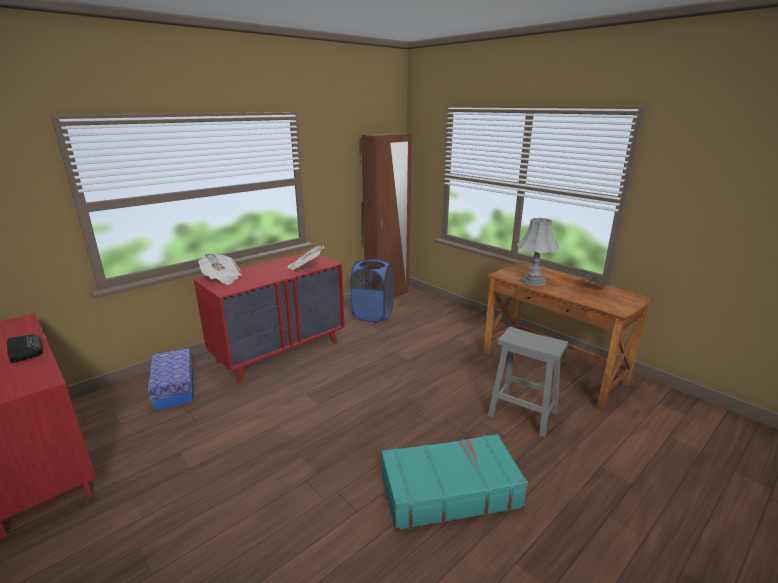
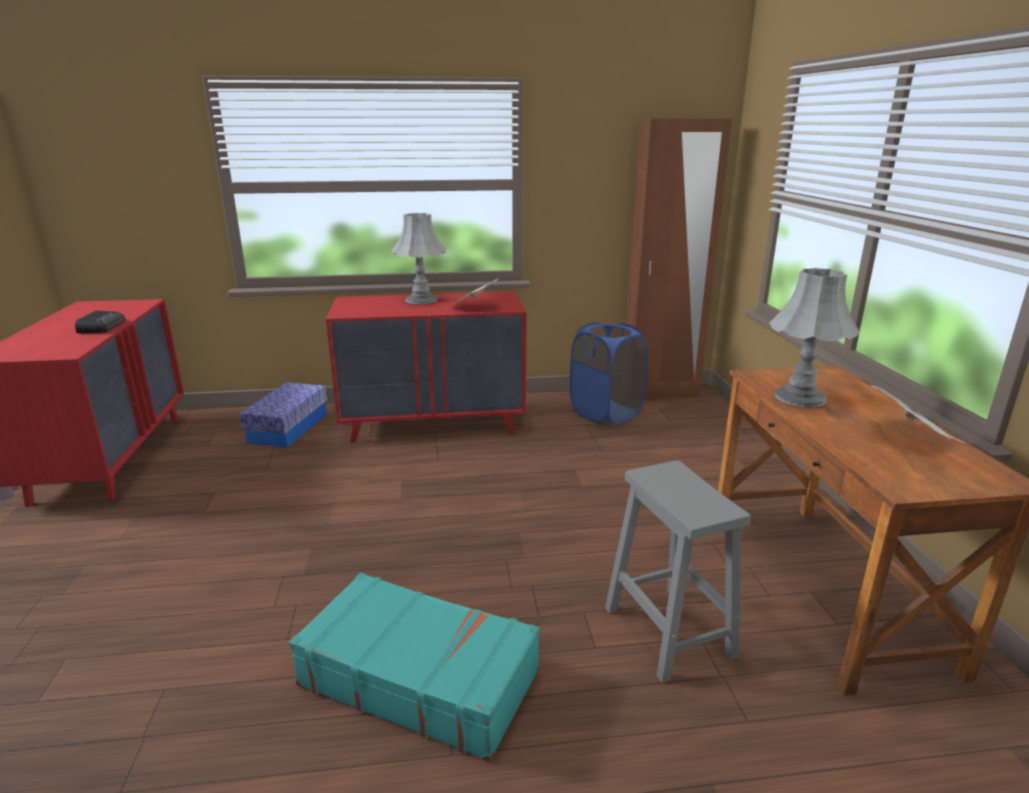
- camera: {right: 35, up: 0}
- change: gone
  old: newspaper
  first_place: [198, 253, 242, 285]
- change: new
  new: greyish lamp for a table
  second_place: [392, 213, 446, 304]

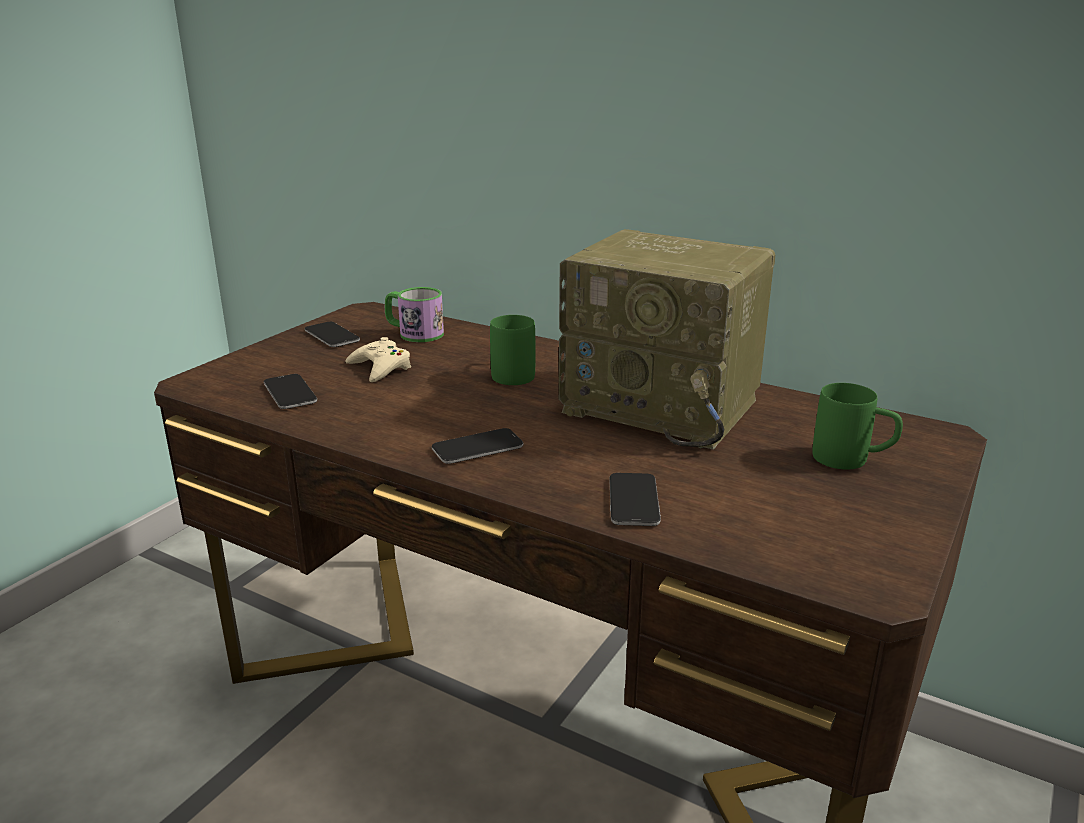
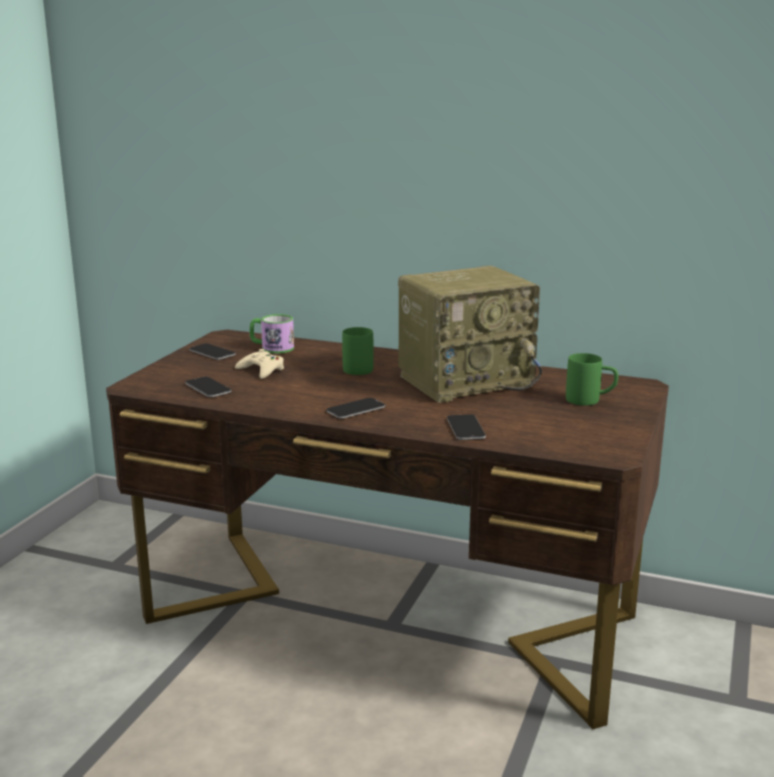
- camera: {right: -10, up: -5}
- change: rotated
  old: radio set
  first_place: [559, 229, 775, 450]
  second_place: [398, 266, 542, 403]
  degrees: -45

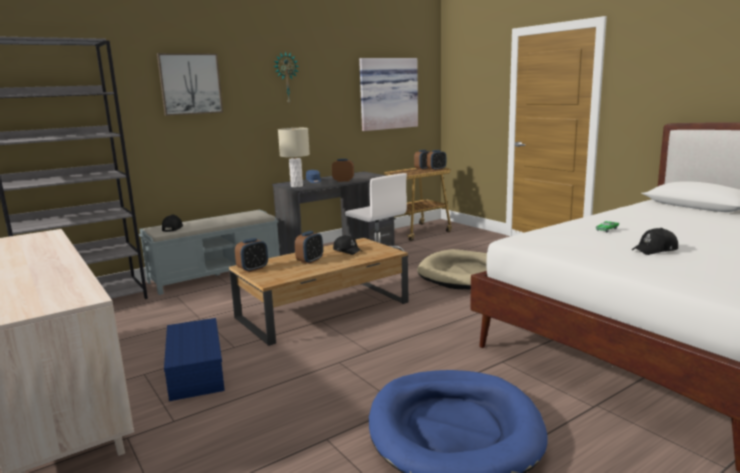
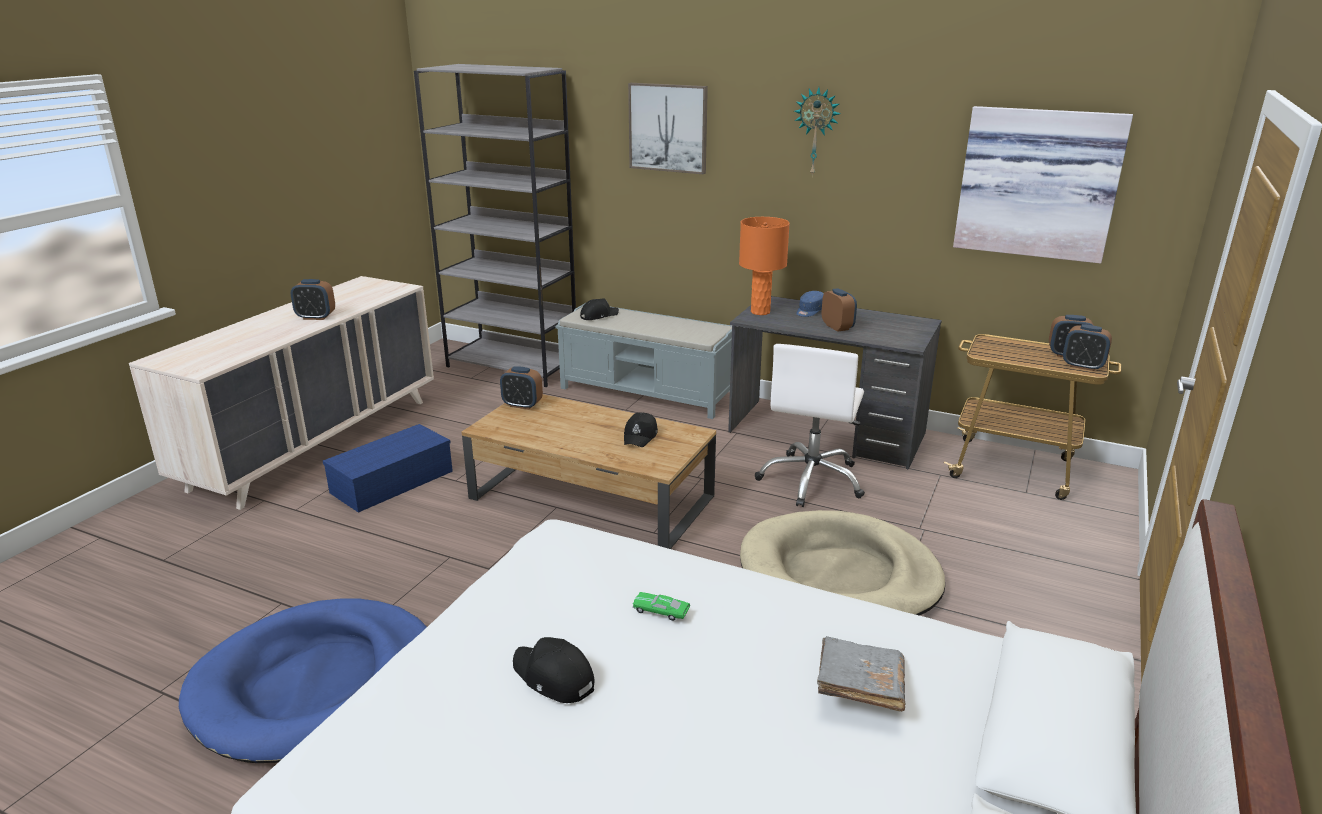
- camera: {right: 60, up: 10}
- change: repainted
  old: beige-coloured lamp for a table
  new: orangey lamp for a table
  first_place: [278, 128, 310, 187]
  second_place: [739, 217, 790, 315]
- change: shifted
  old: bedside clock
  first_place: [295, 231, 323, 264]
  second_place: [291, 279, 335, 320]
- change: new
  new: greyish volume
  second_place: [817, 636, 905, 712]

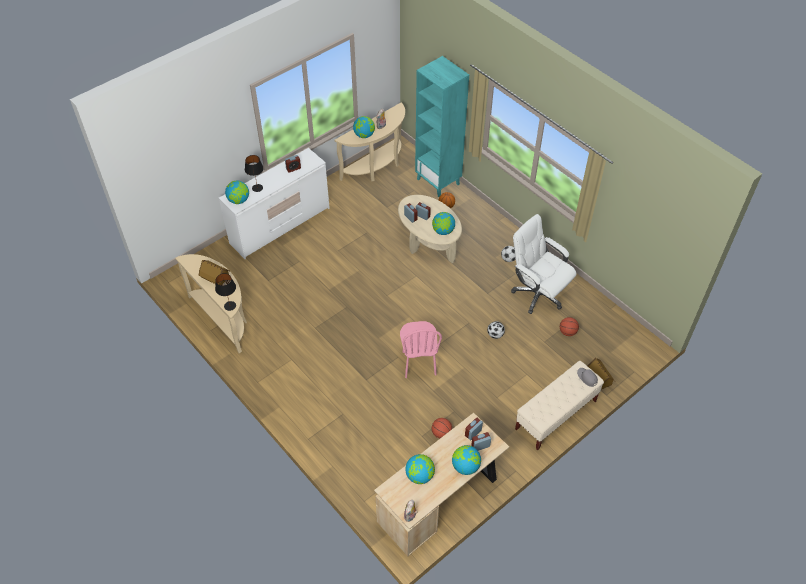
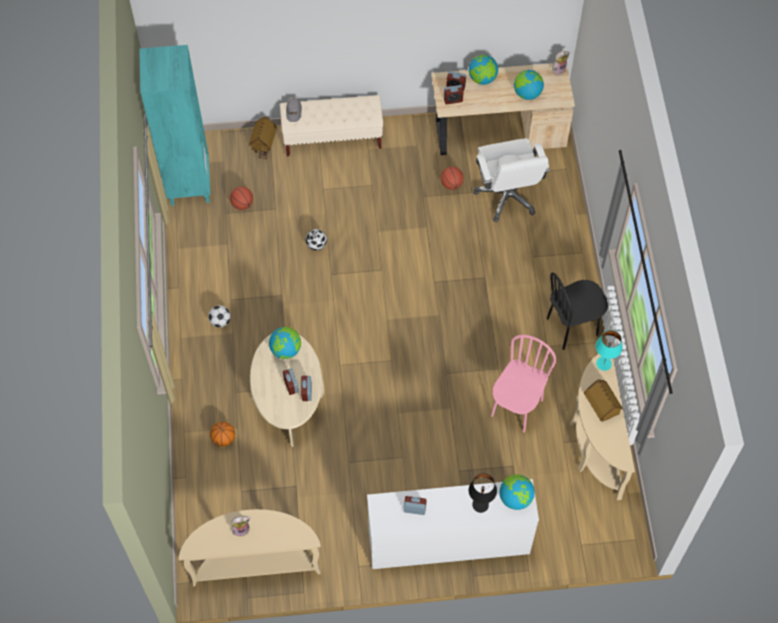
- camera: {right: -145, up: 10}
- change: shifted
  old: blue-green bookcase
  first_place: [415, 56, 469, 197]
  second_place: [139, 45, 211, 206]
- change: gone
  old: globe
  first_place: [353, 116, 375, 138]
- change: shifted
  old: whitish office chair
  first_place: [511, 214, 577, 314]
  second_place: [473, 138, 550, 222]
- change: repainted
  old: blackish lamp for a table
  new: blue-green lamp for a table
  first_place: [215, 273, 236, 311]
  second_place: [596, 330, 622, 371]
- change: shifted
  old: pink-coloured plain chair
  first_place: [400, 321, 442, 378]
  second_place: [491, 335, 556, 432]
- change: new
  new: blackish plain chair
  second_place: [547, 273, 608, 350]

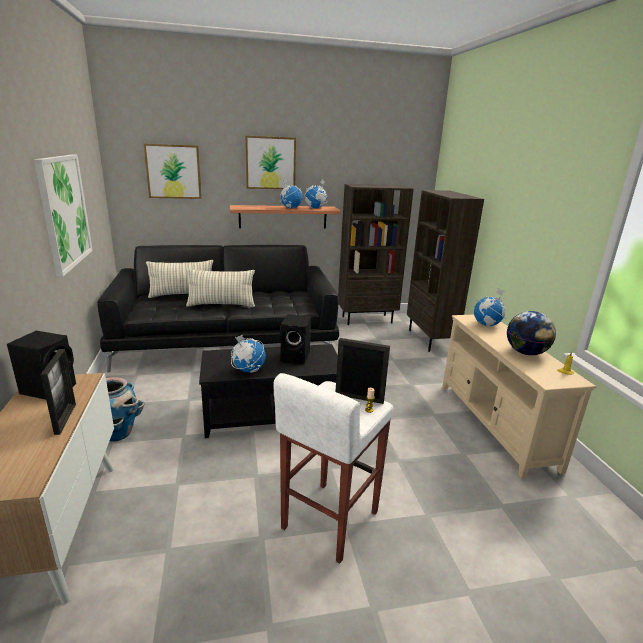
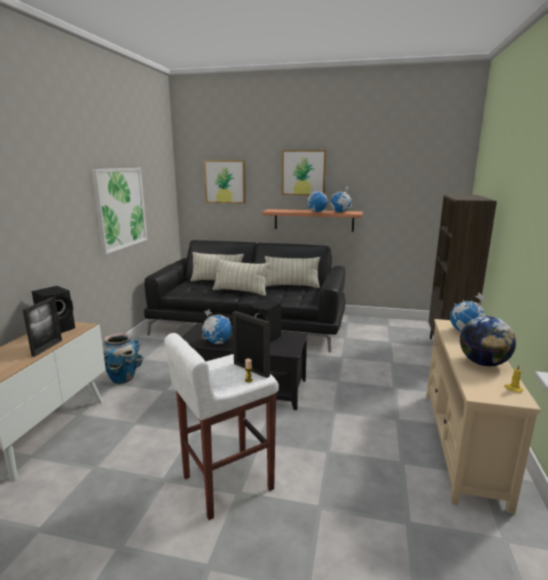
- camera: {right: 25, up: -5}
- change: gone
  old: brown-coloured bookcase
  first_place: [338, 184, 414, 325]
- change: new
  new: pillow
  second_place: [265, 256, 320, 288]

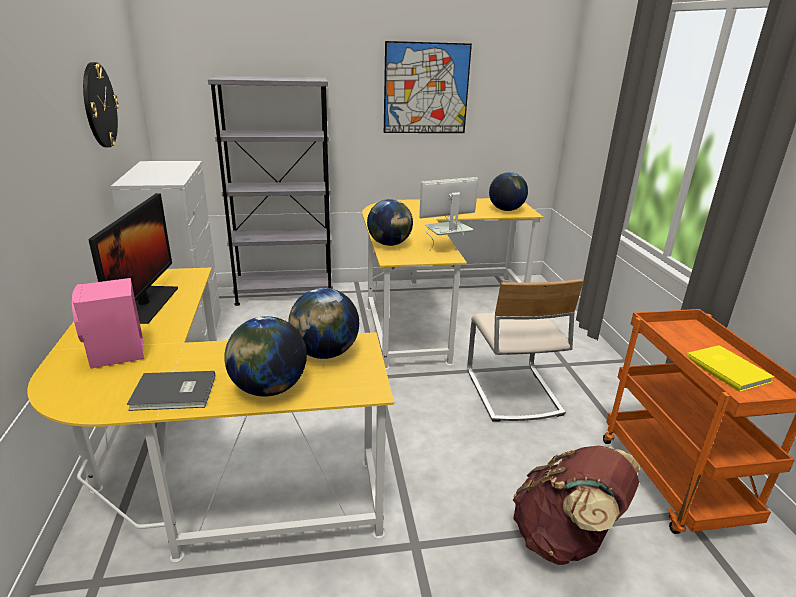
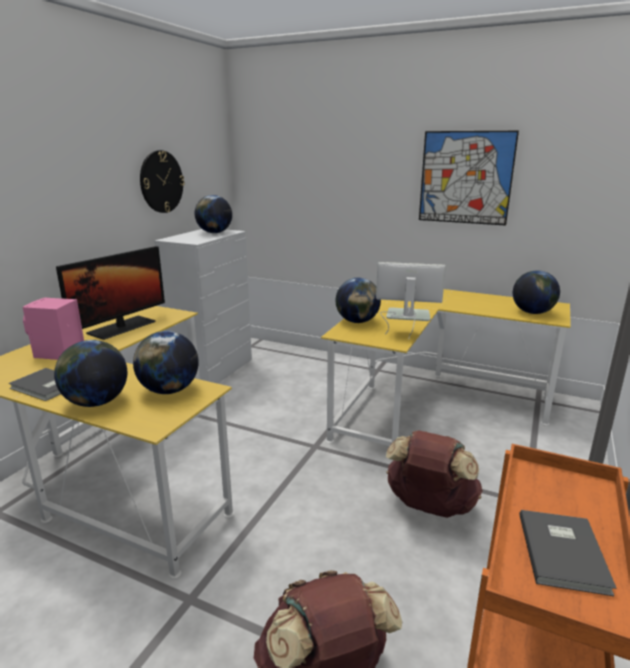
- camera: {right: 35, up: -5}
- change: gone
  old: greyish bookcase
  first_place: [208, 75, 333, 306]
- change: swapped
  old: beige-coloured plain chair
  new: brown-coloured backpack
  first_place: [468, 279, 584, 422]
  second_place: [386, 430, 483, 518]
- change: repainted
  old: yellow-coloured volume
  new: greyish volume
  first_place: [686, 345, 775, 392]
  second_place: [519, 510, 617, 596]
- change: new
  new: globe
  second_place: [195, 195, 232, 233]

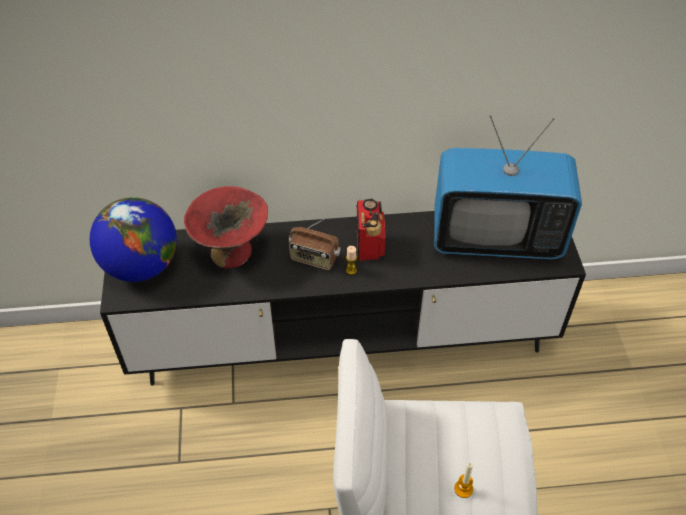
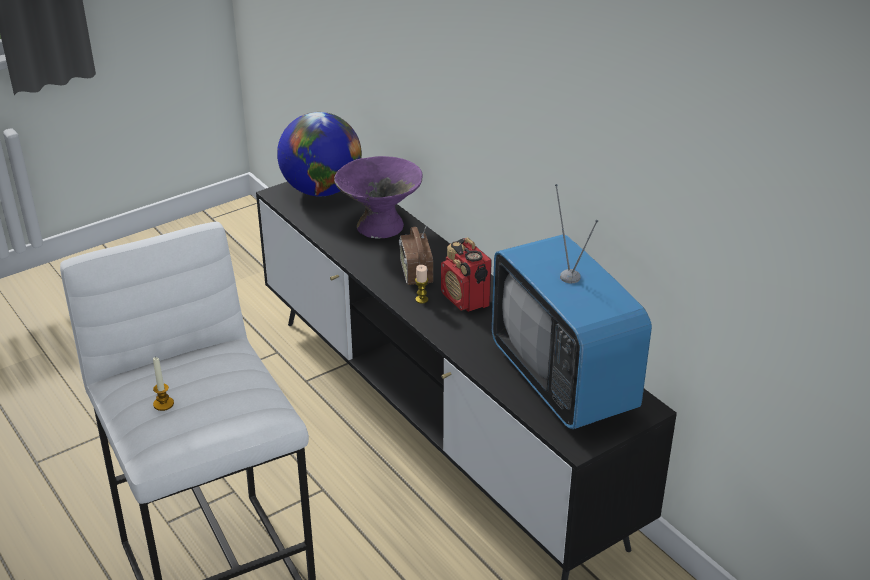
- camera: {right: 60, up: -15}
- change: repainted
  old: red deep dish
  new: purple deep dish
  first_place: [184, 186, 268, 269]
  second_place: [334, 156, 423, 238]
- change: rotated
  old: radio set
  first_place: [356, 199, 386, 261]
  second_place: [441, 238, 492, 312]
  degrees: 90

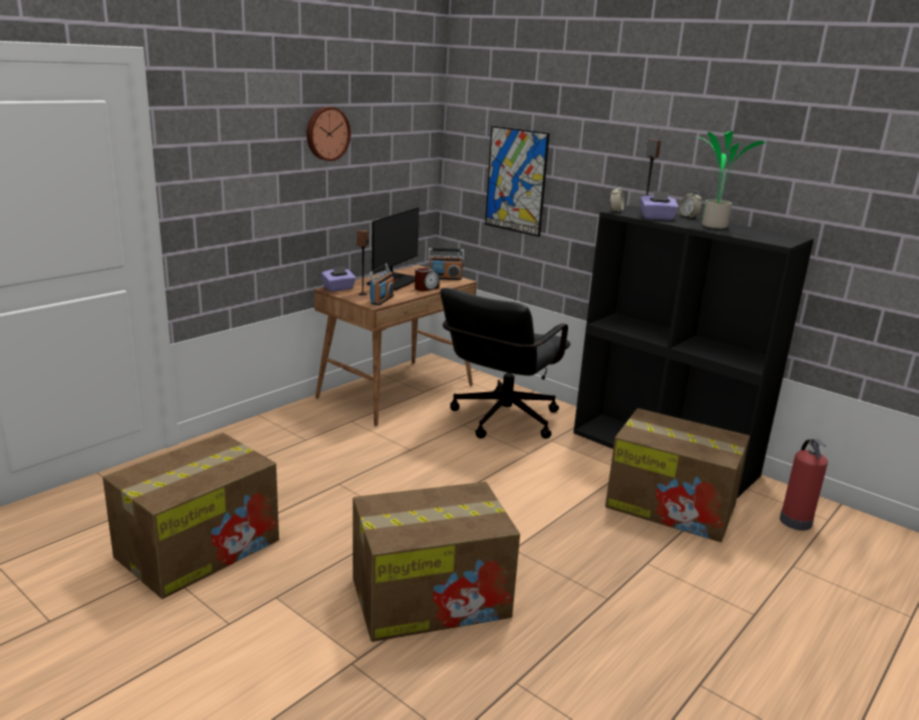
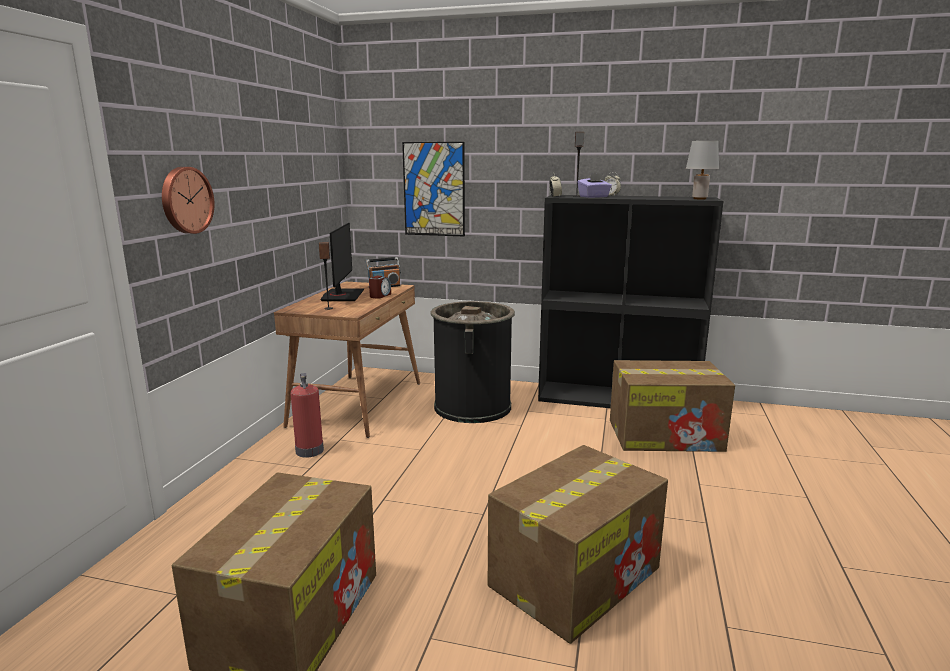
- camera: {right: -25, up: -5}
- change: shifted
  old: hanging clock
  first_place: [307, 107, 351, 161]
  second_place: [162, 167, 215, 234]
- change: gone
  old: potted plant
  first_place: [695, 131, 765, 229]
- change: gone
  old: radio set
  first_place: [368, 264, 394, 305]
- change: gone
  old: purple tissue box
  first_place: [321, 266, 356, 292]
- change: swapped
  old: blackish office chair
  new: blackish rubbish bin
  first_place: [440, 288, 570, 439]
  second_place: [430, 301, 515, 423]
- change: shifted
  old: extinguisher
  first_place: [780, 439, 828, 531]
  second_place: [291, 373, 324, 458]
- change: new
  new: greyish lamp for a table
  second_place: [686, 141, 719, 199]

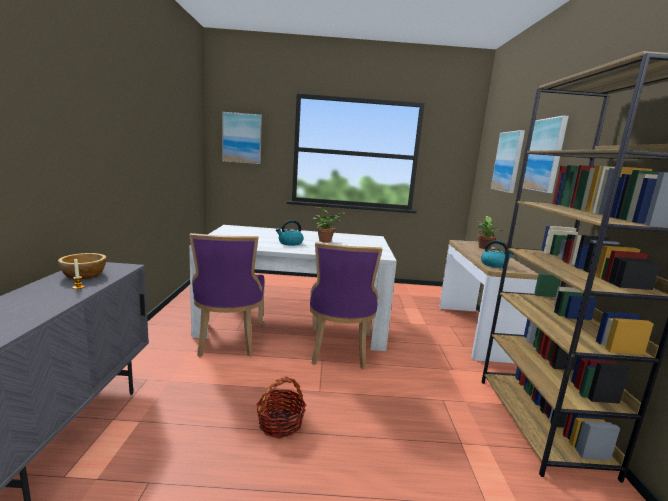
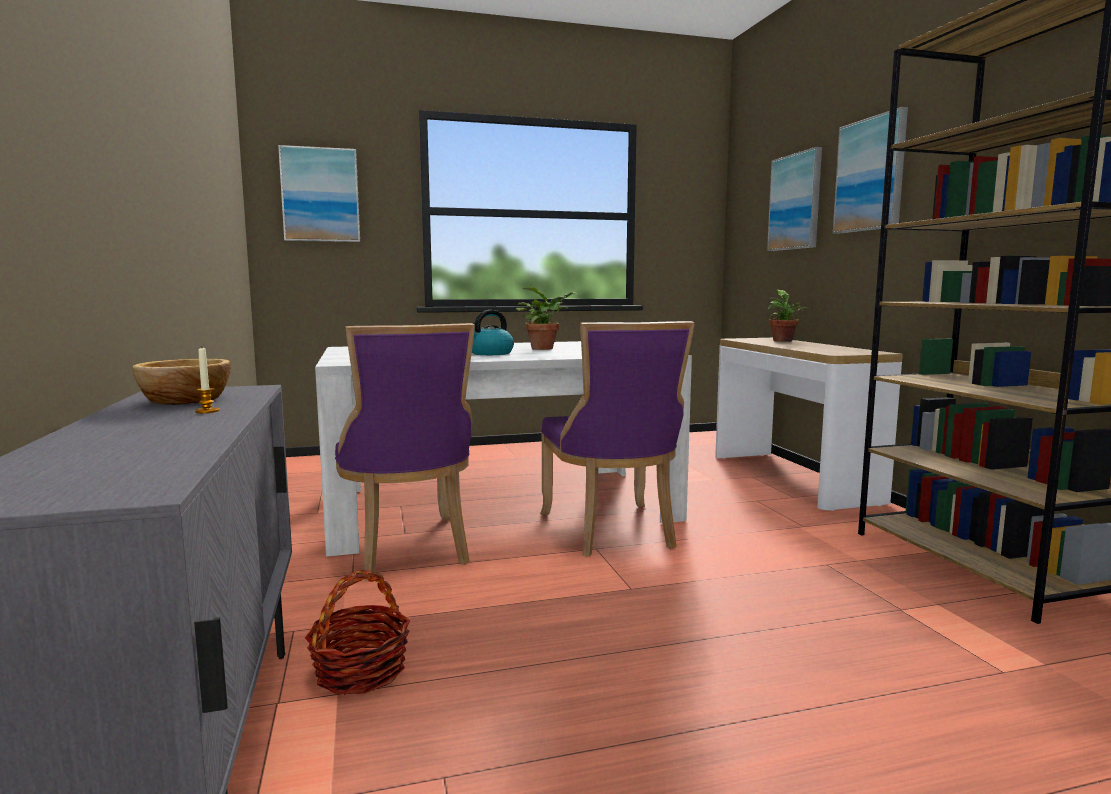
- camera: {right: -15, up: -5}
- change: gone
  old: water kettle
  first_place: [481, 240, 514, 268]
- change: shifted
  old: storage basket
  first_place: [256, 377, 306, 439]
  second_place: [305, 570, 410, 695]

